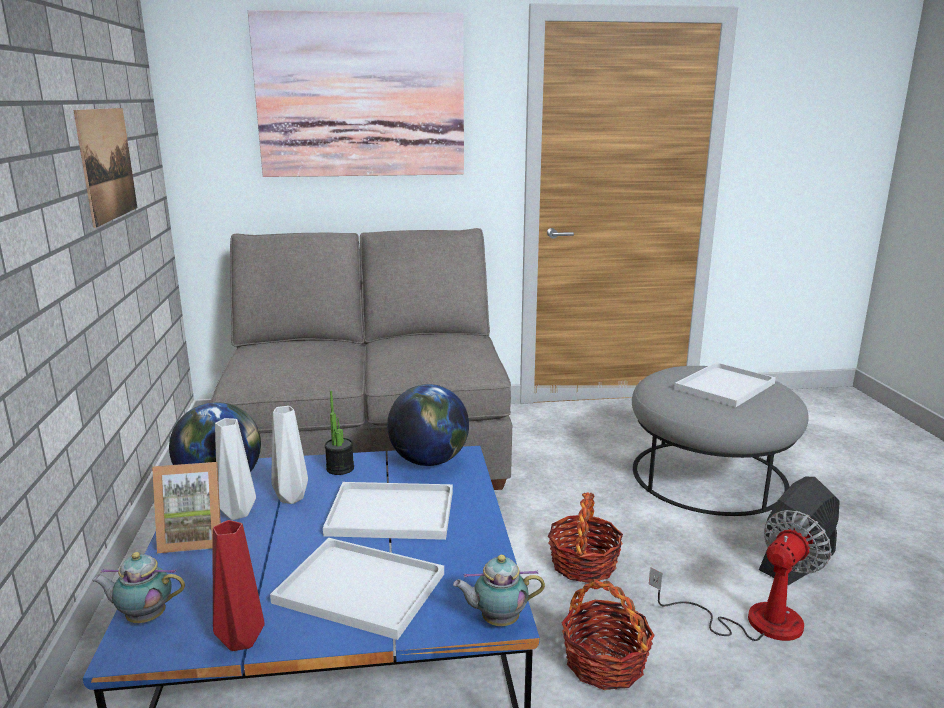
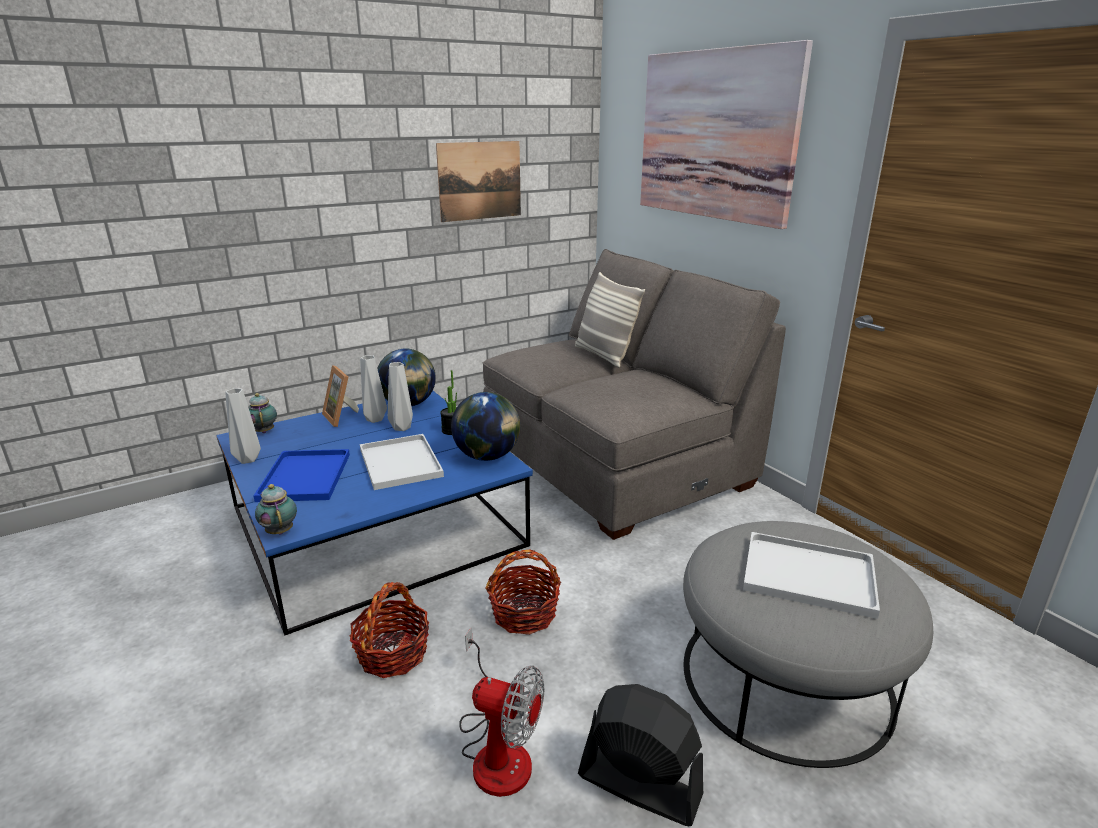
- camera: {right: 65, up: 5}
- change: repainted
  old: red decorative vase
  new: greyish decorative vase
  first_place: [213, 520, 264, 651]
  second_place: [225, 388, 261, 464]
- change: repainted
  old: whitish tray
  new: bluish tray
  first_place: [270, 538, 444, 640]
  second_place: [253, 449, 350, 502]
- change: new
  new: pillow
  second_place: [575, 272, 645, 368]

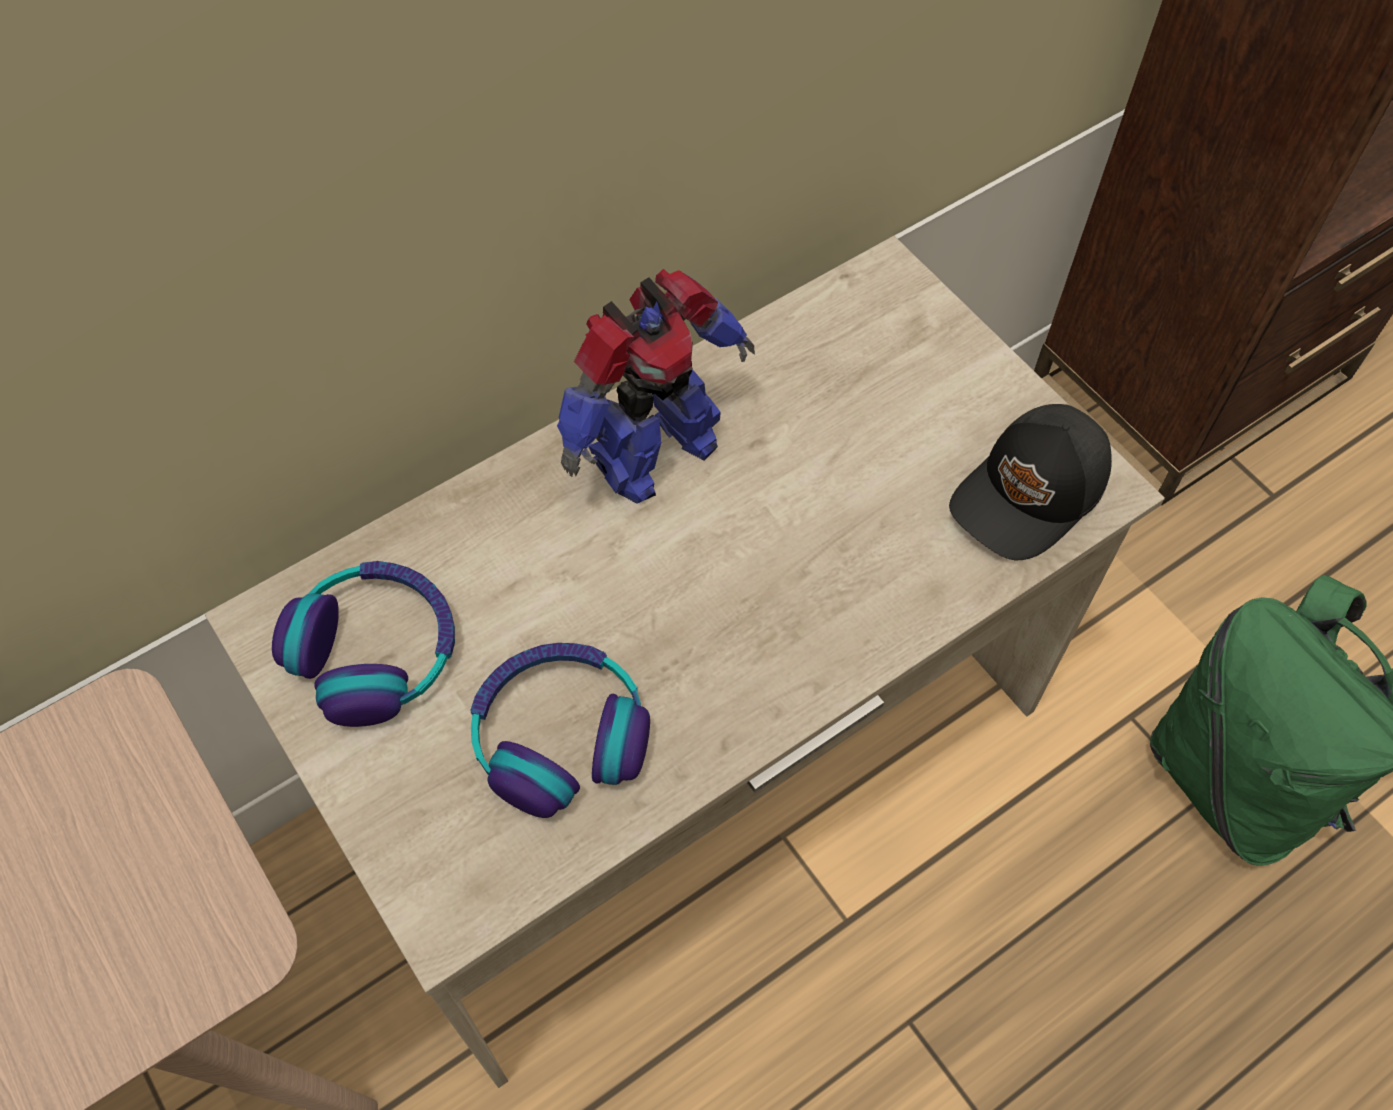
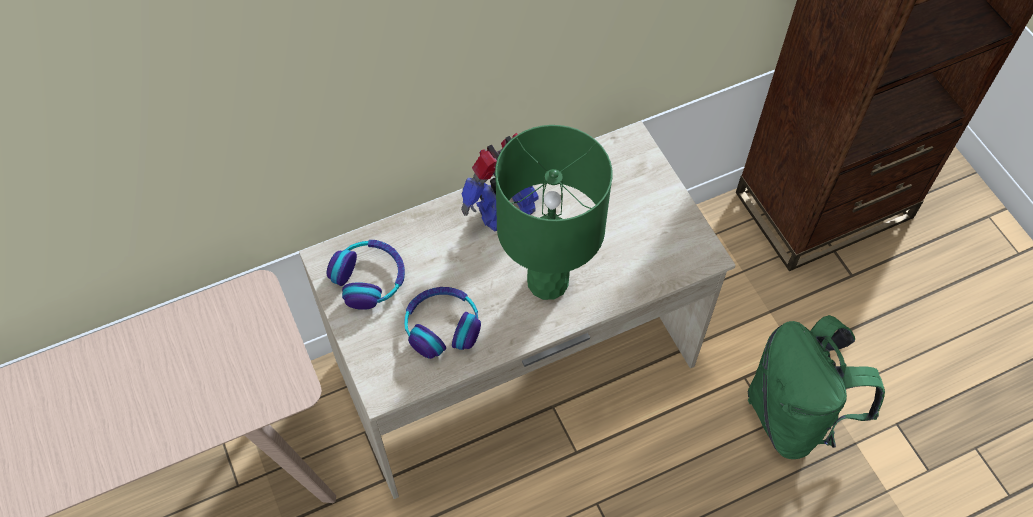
- camera: {right: 10, up: 0}
- change: gone
  old: blackish peaked cap
  first_place: [949, 404, 1112, 560]
- change: new
  new: green lamp for a table
  second_place: [495, 125, 612, 300]

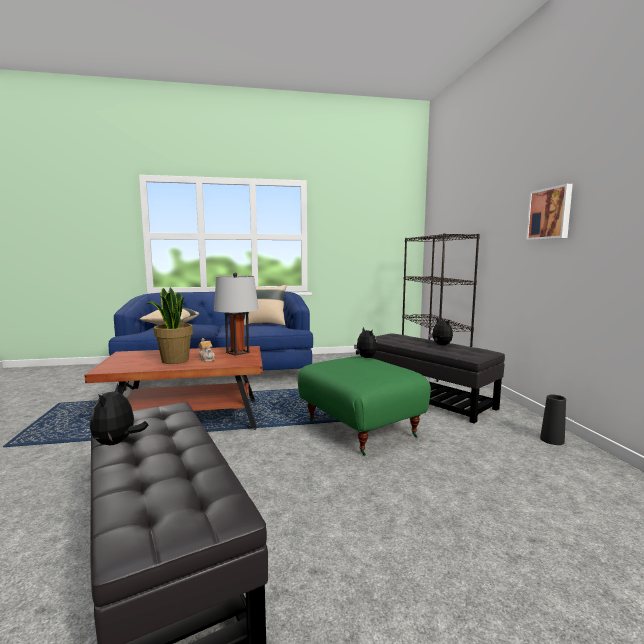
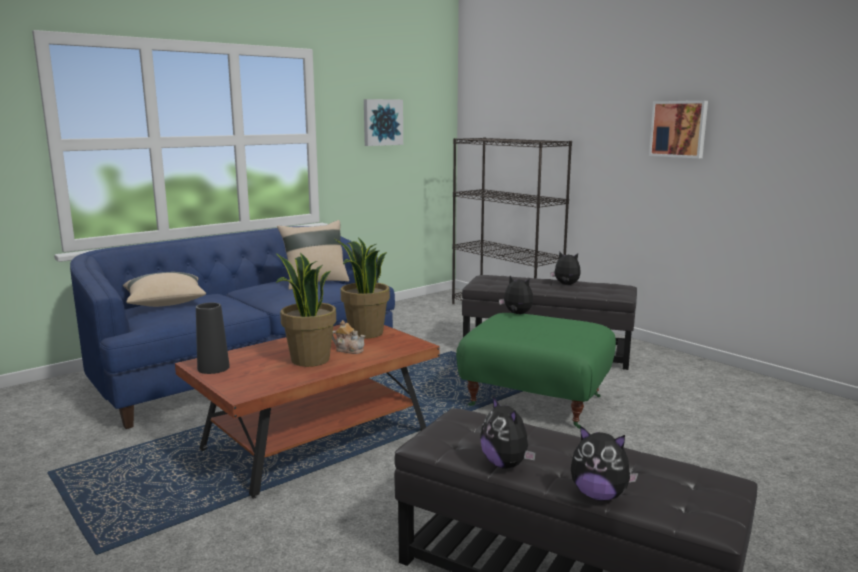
- camera: {right: -30, up: 5}
- change: swapped
  old: greyish lamp for a table
  new: potted plant
  first_place: [214, 272, 259, 356]
  second_place: [335, 237, 390, 339]
- change: shifted
  old: blackish decorative vase
  first_place: [540, 395, 566, 445]
  second_place: [196, 302, 230, 374]
- change: new
  new: picture
  second_place: [364, 99, 403, 146]
- change: new
  new: plush toy
  second_place: [571, 426, 638, 501]

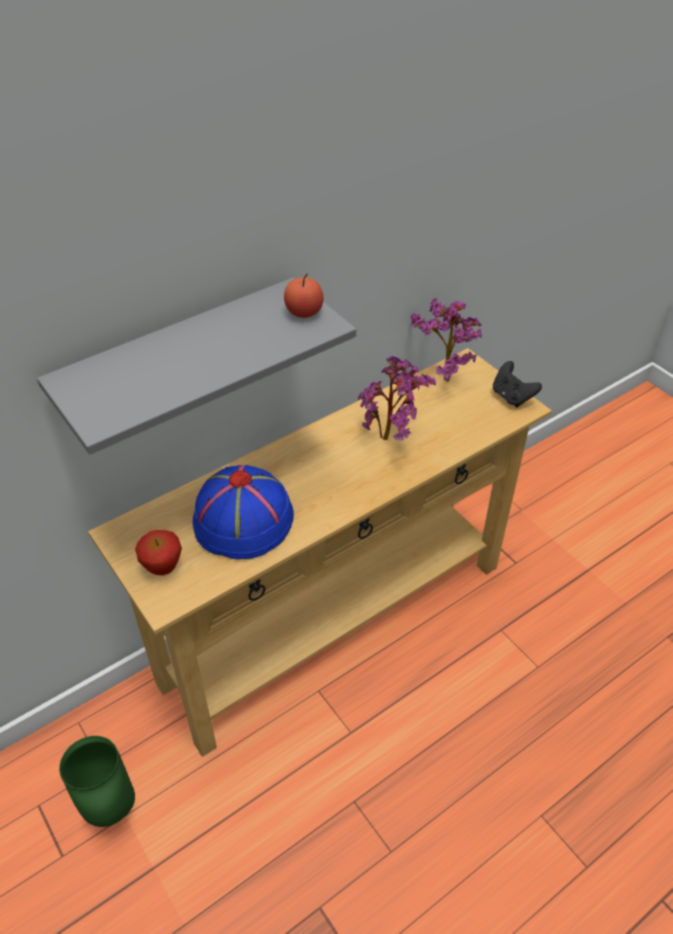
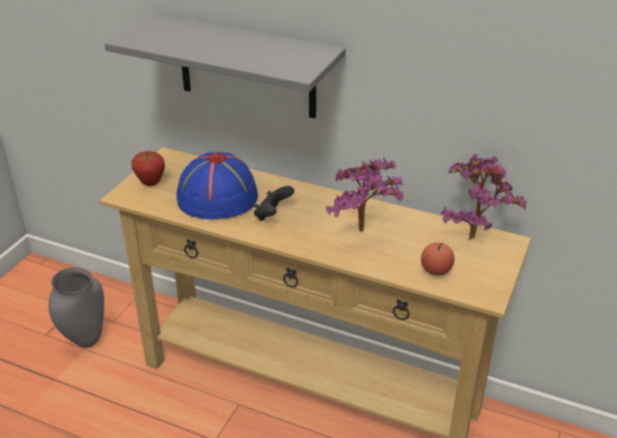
- camera: {right: 60, up: -10}
- change: shifted
  old: apple
  first_place: [284, 274, 324, 318]
  second_place: [421, 242, 455, 276]
- change: shifted
  old: blackish gamepad
  first_place: [493, 361, 542, 407]
  second_place: [254, 186, 294, 221]
- change: repainted
  old: green decorative vase
  new: greyish decorative vase
  first_place: [59, 736, 135, 827]
  second_place: [48, 267, 104, 348]

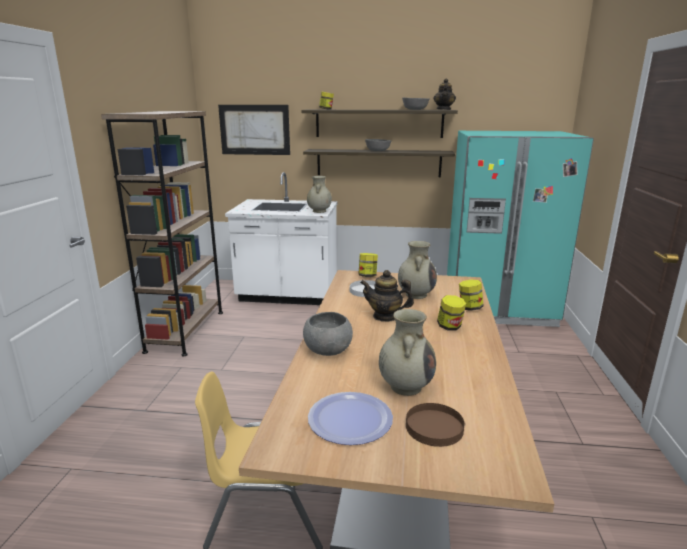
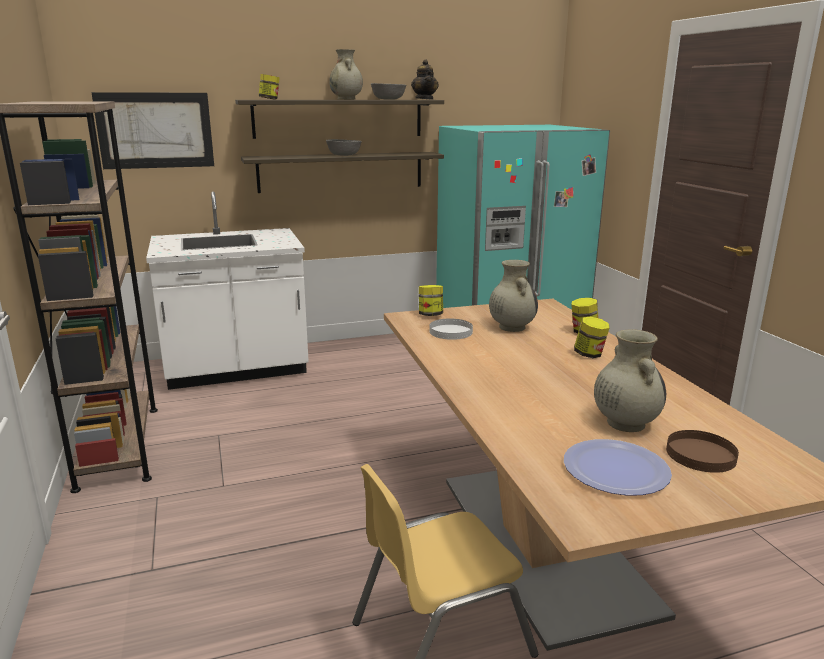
- camera: {right: -25, up: 0}
- change: shifted
  old: beige-coloured decorative vase
  first_place: [307, 176, 332, 213]
  second_place: [329, 49, 363, 100]
- change: gone
  old: teapot
  first_place: [360, 270, 414, 322]
- change: gone
  old: greyish deep dish
  first_place: [303, 312, 353, 356]

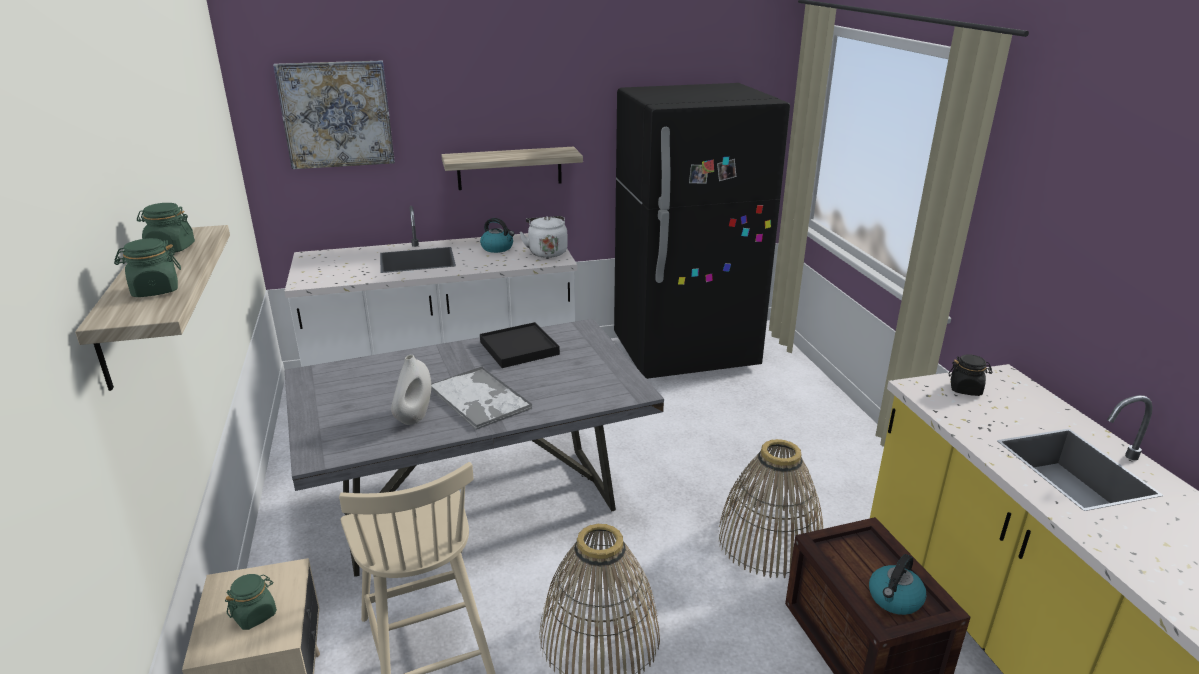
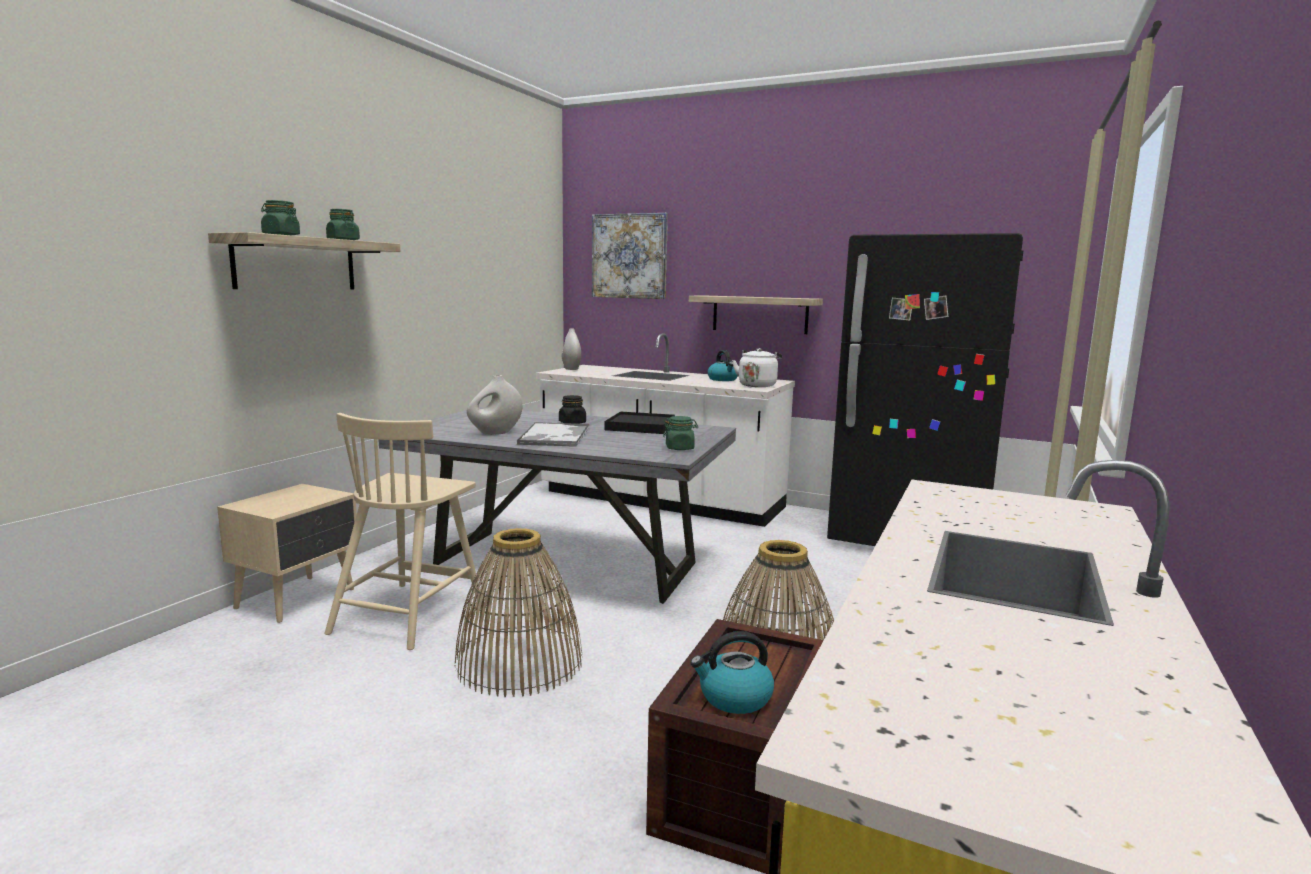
- camera: {right: 40, up: -15}
- change: shifted
  old: blackish preserve jar
  first_place: [948, 354, 993, 396]
  second_place: [559, 395, 586, 424]
- change: shifted
  old: green preserve jar
  first_place: [225, 574, 277, 630]
  second_place: [663, 416, 698, 450]
- change: new
  new: whitish decorative vase
  second_place: [561, 328, 581, 370]

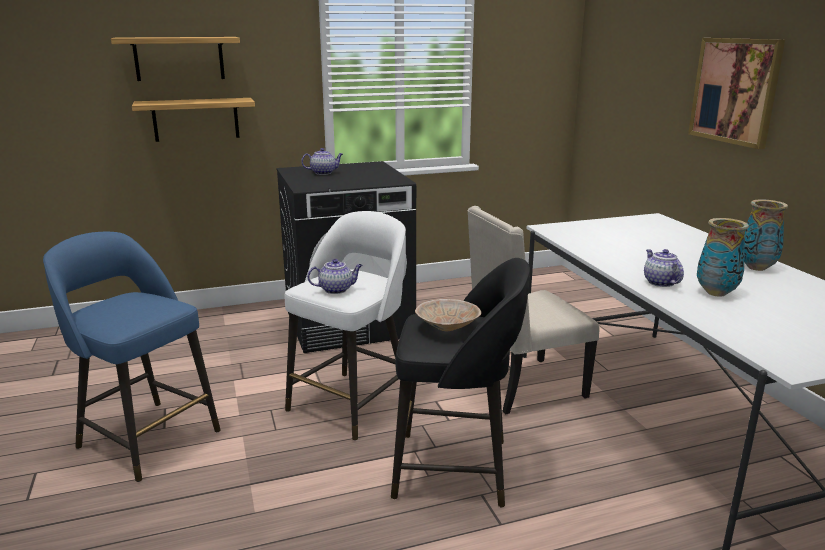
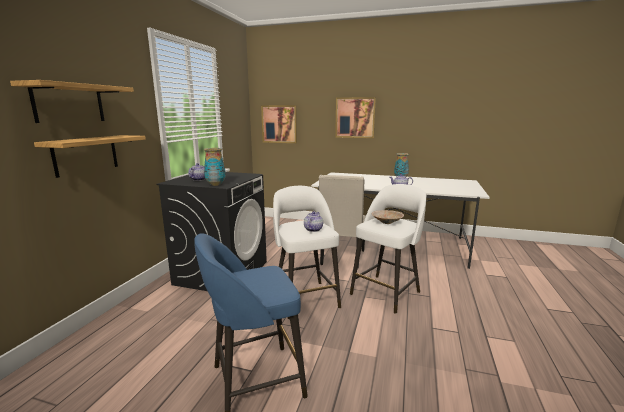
- camera: {right: -55, up: -5}
- change: shifted
  old: decorative vase
  first_place: [697, 218, 749, 297]
  second_place: [204, 148, 226, 186]
- change: repainted
  old: blackish stool seat
  new: whitish stool seat
  first_place: [391, 258, 530, 508]
  second_place: [350, 184, 426, 314]
- change: new
  new: picture
  second_place: [261, 105, 297, 143]

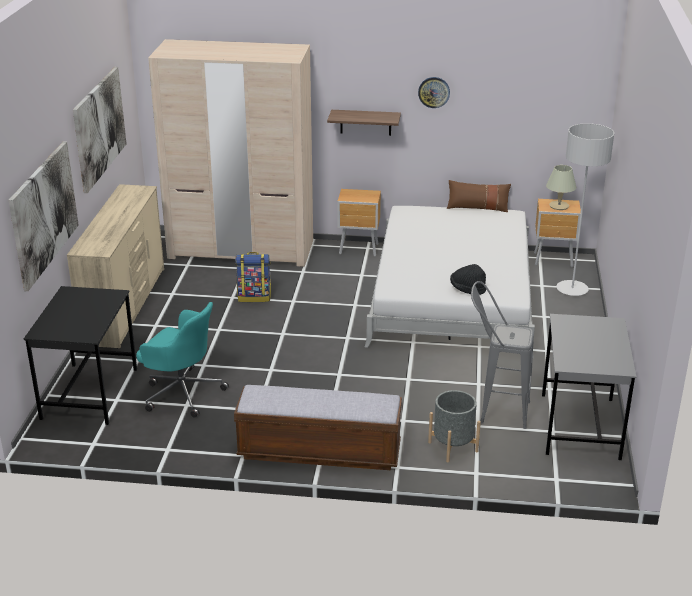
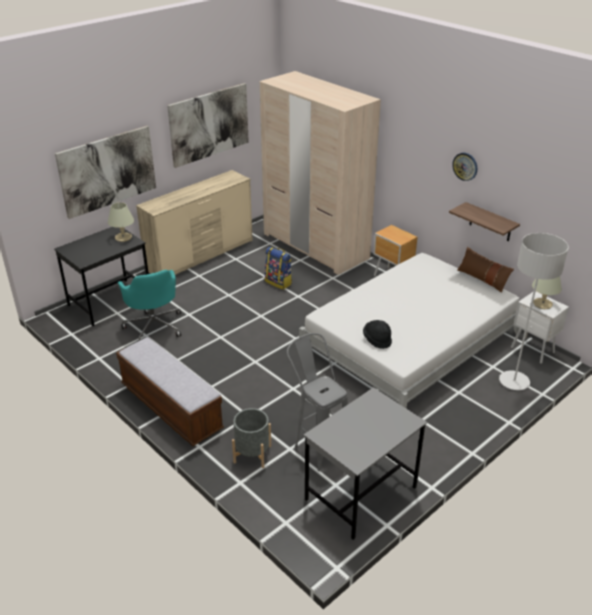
- camera: {right: 40, up: 5}
- change: shifted
  old: wall shelf
  first_place: [327, 110, 401, 136]
  second_place: [449, 202, 520, 241]
- change: repainted
  old: brown-coloured bedside table
  new: whitish bedside table
  first_place: [534, 199, 581, 267]
  second_place: [511, 292, 569, 364]
- change: new
  new: beige-coloured lamp for a table
  second_place: [108, 202, 134, 242]

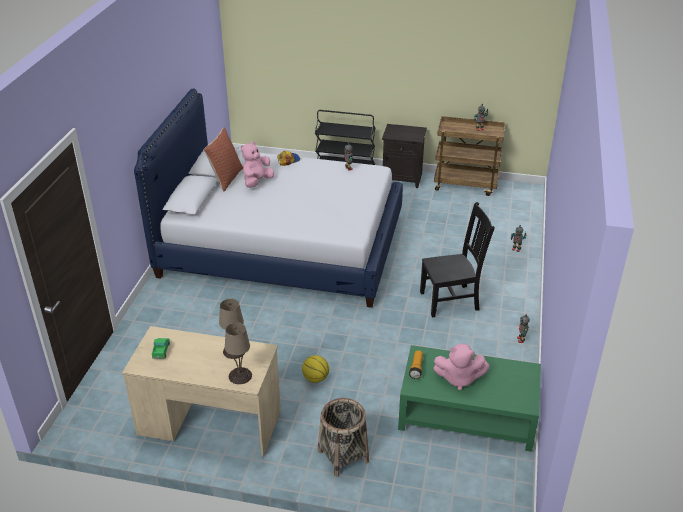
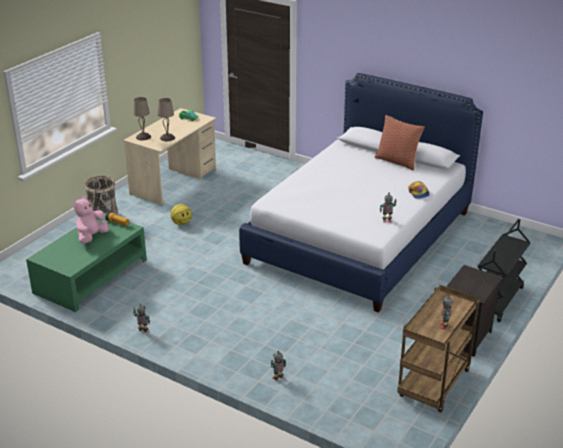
- camera: {right: 110, up: -5}
- change: gone
  old: pink-coloured plush toy
  first_place: [241, 141, 274, 188]
- change: gone
  old: blackish plain chair
  first_place: [420, 202, 495, 318]

